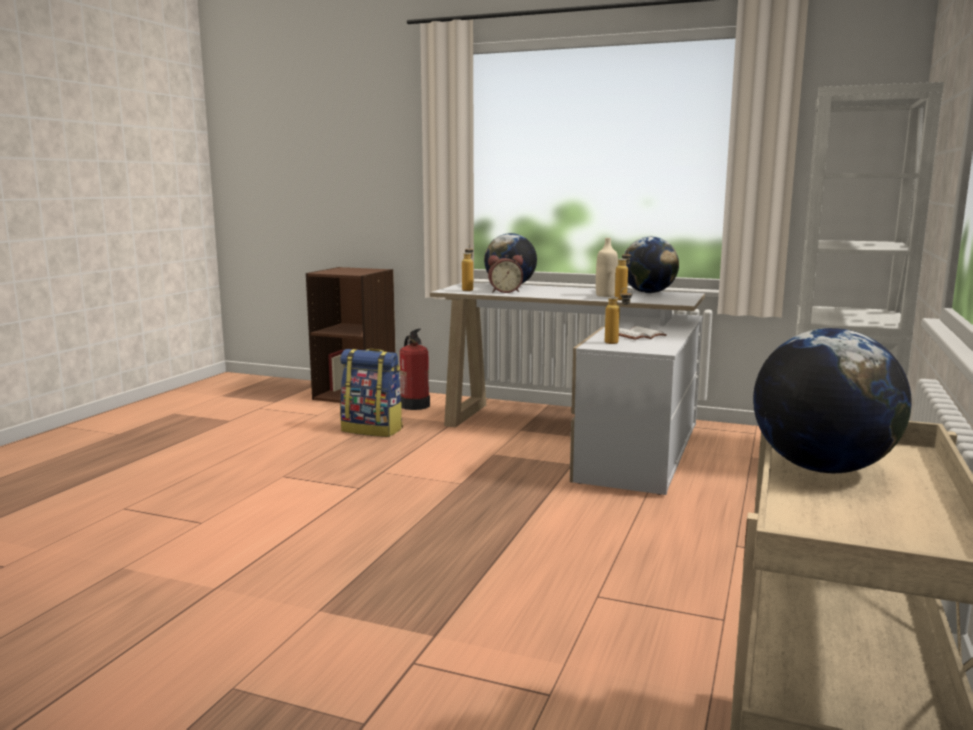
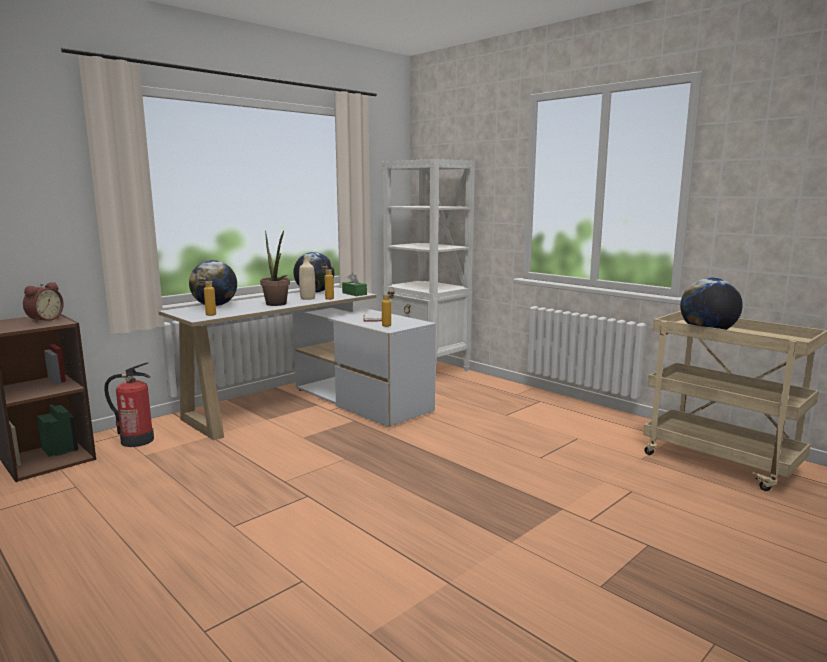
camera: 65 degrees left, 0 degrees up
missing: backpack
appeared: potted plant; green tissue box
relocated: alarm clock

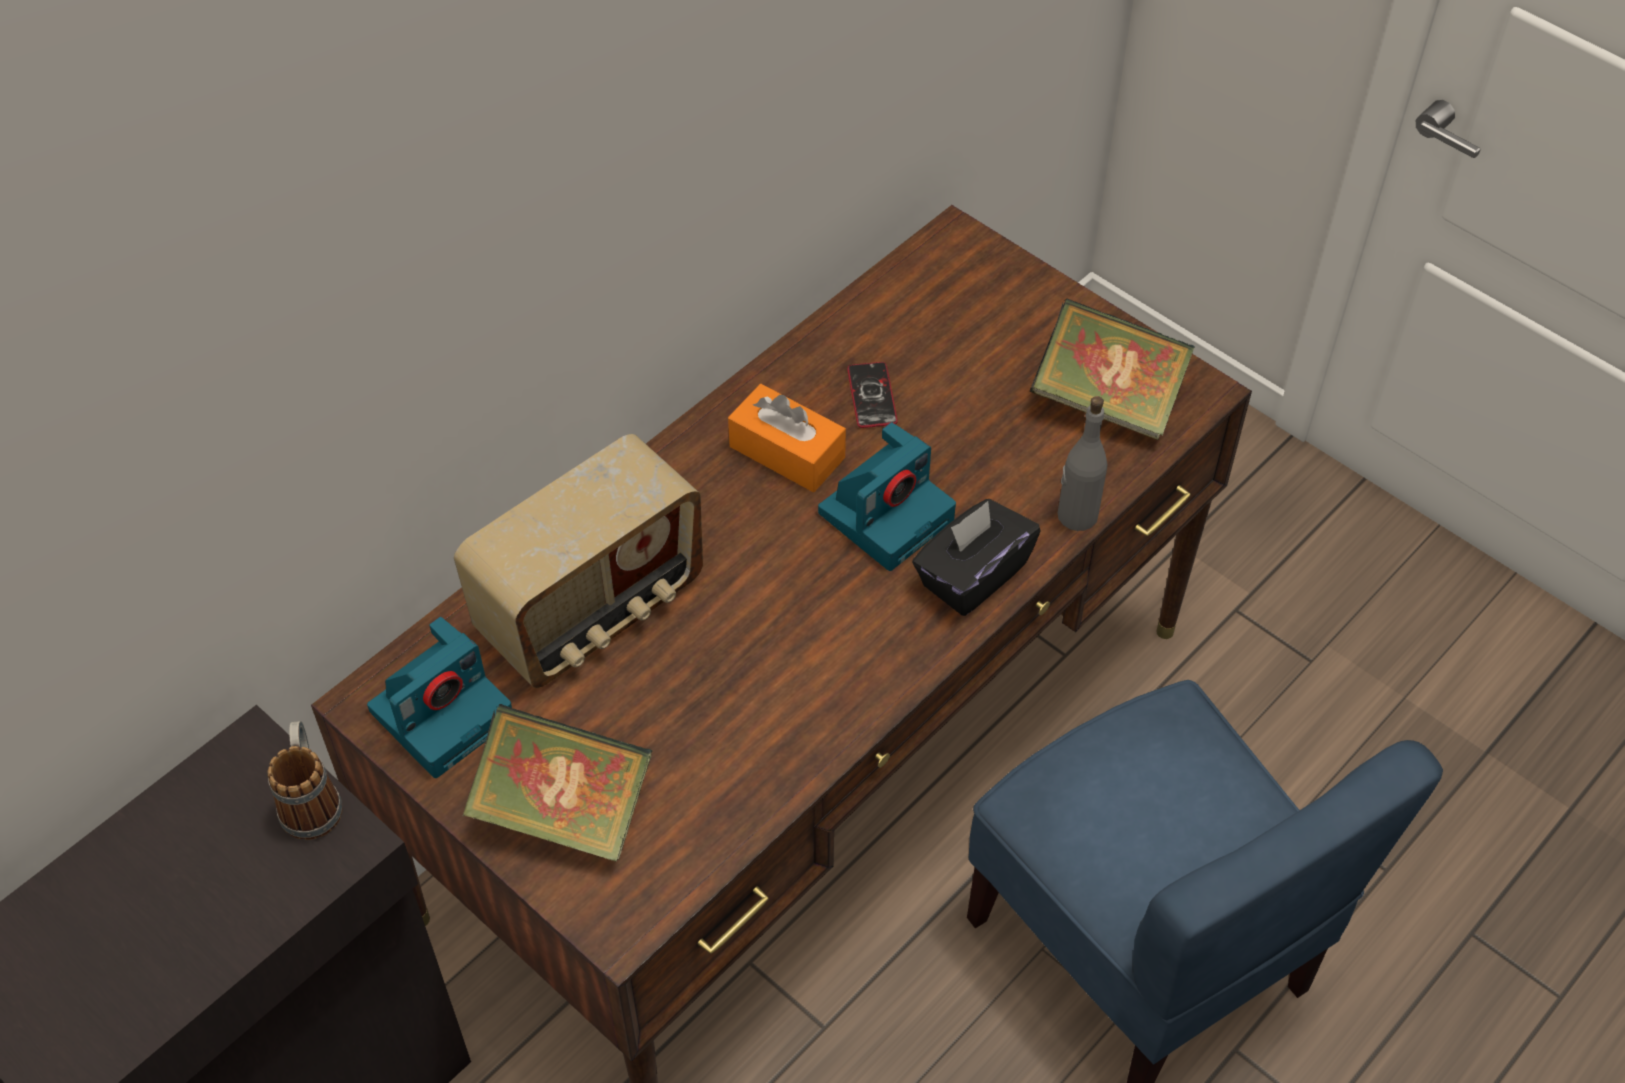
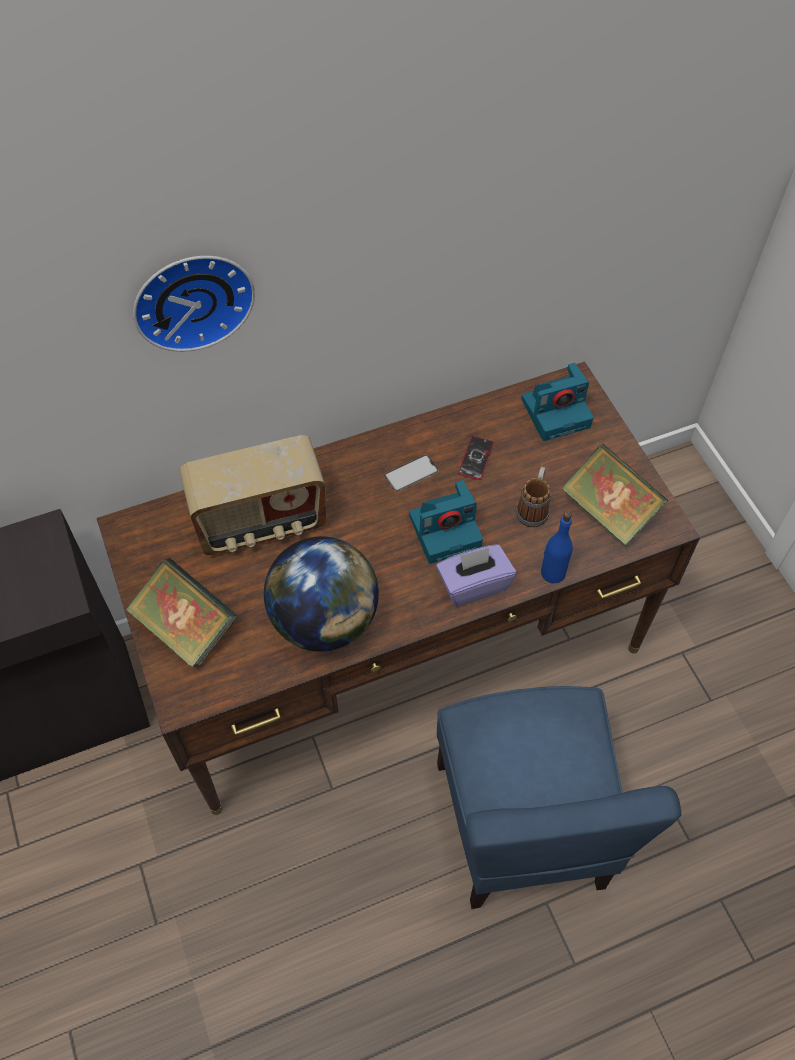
camera: 25 degrees right, 5 degrees up
appeared: wall clock; globe
relocated: mug; photo camera (no. 1 from left in the first image) to photo camera (no. 2 from left)
exchanged: orange tissue box to phone (no. 1 from left)
colour: black tissue box to purple tissue box; grey bottle to blue bottle

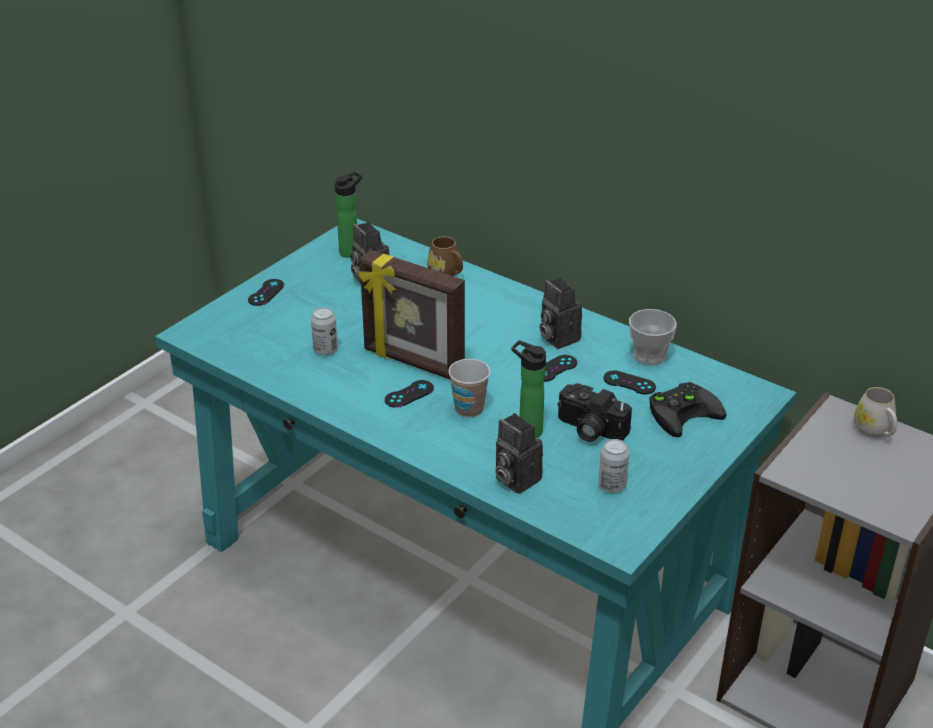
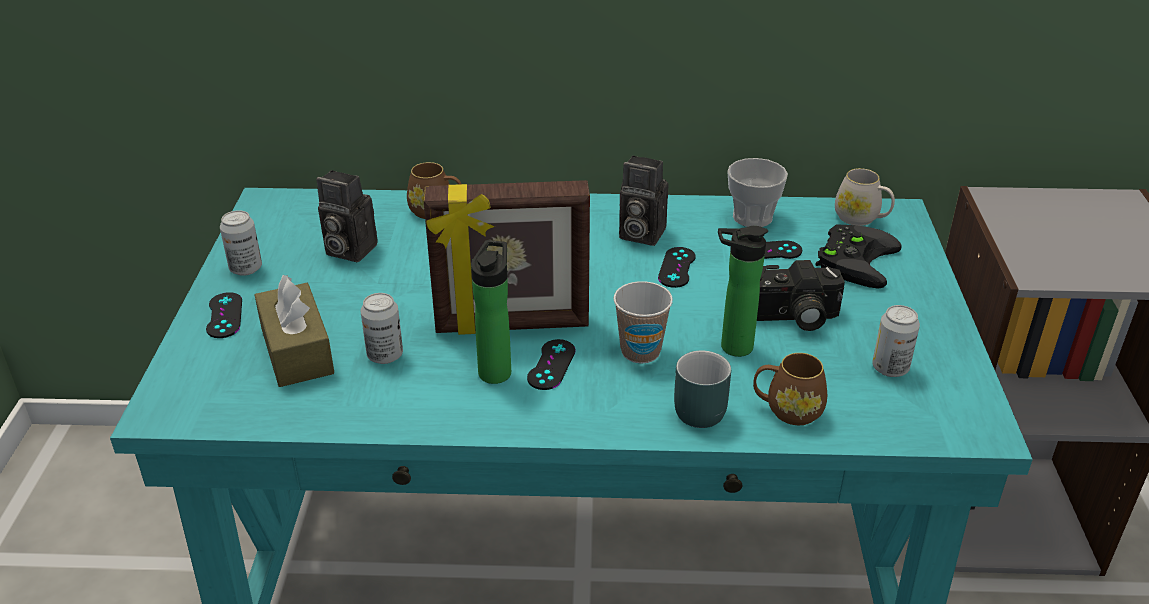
camera: 35 degrees left, 0 degrees up
appeared: can (no. 1 from left); brown tissue box; turquoise mug
relocated: bottle (no. 1 from left); white mug
exchanged: photo camera (no. 2 from left) to brown mug (no. 2 from left)

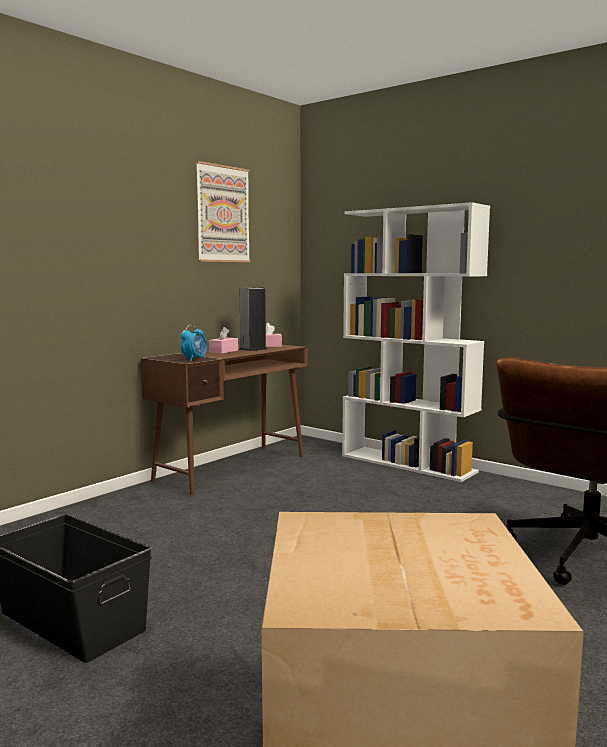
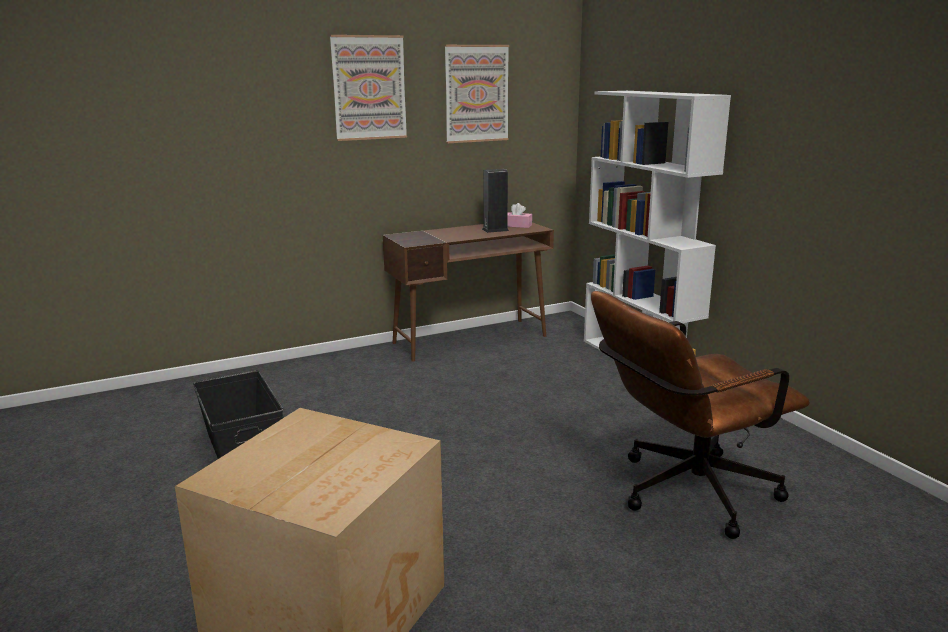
camera: 25 degrees right, 10 degrees up
missing: alarm clock; pink tissue box (no. 1 from left)
appeared: picture (no. 1 from left)

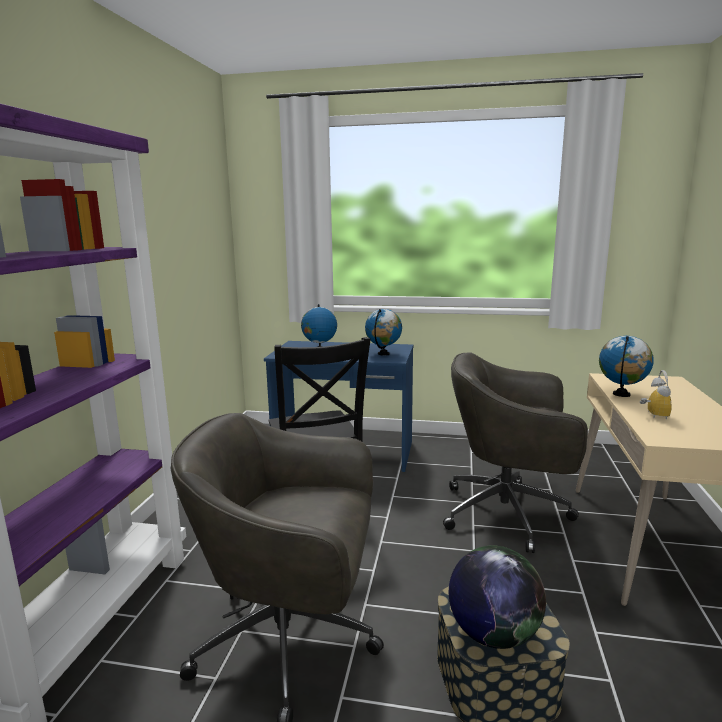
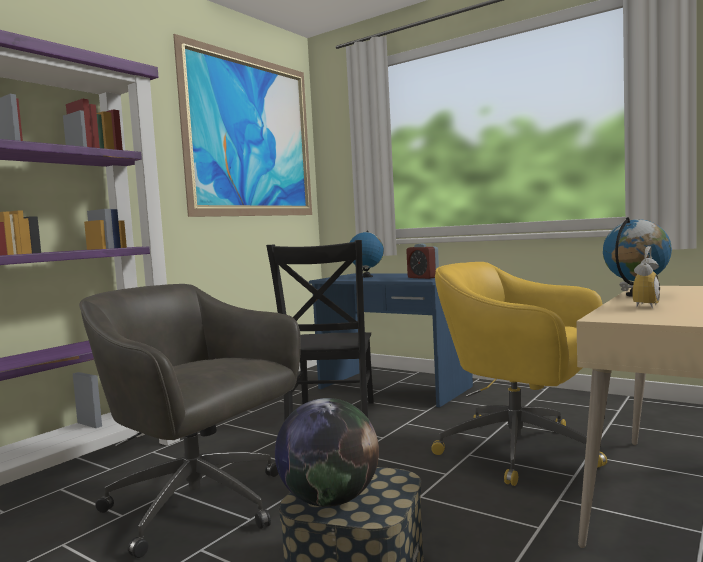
camera: 25 degrees right, 10 degrees down
appeared: picture
exchanged: globe (no. 2 from left) to alarm clock (no. 1 from left)
colour: grey office chair (no. 2 from left) to yellow office chair

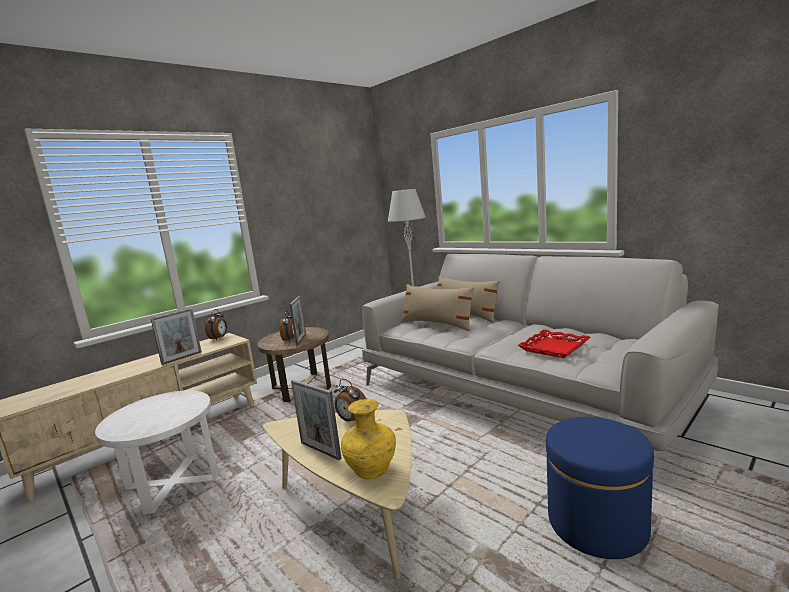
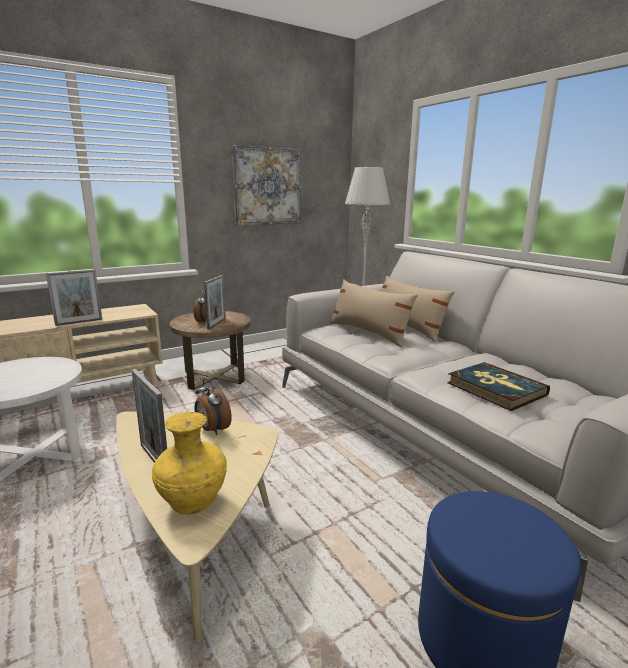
camera: 10 degrees right, 5 degrees up
missing: alarm clock (no. 1 from left)
appeared: picture
exchanged: red tray to book

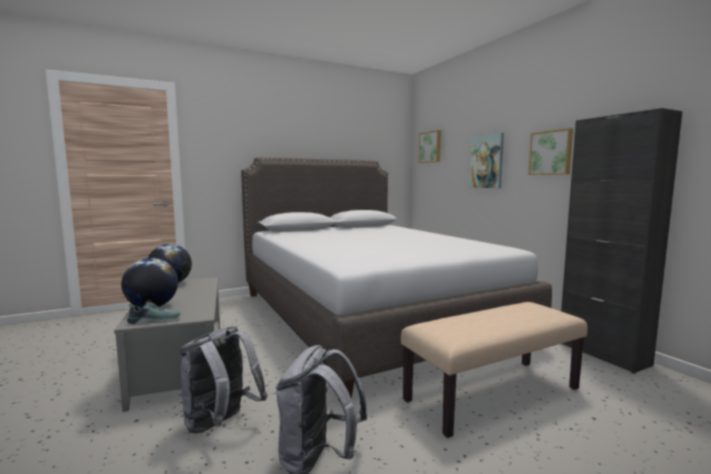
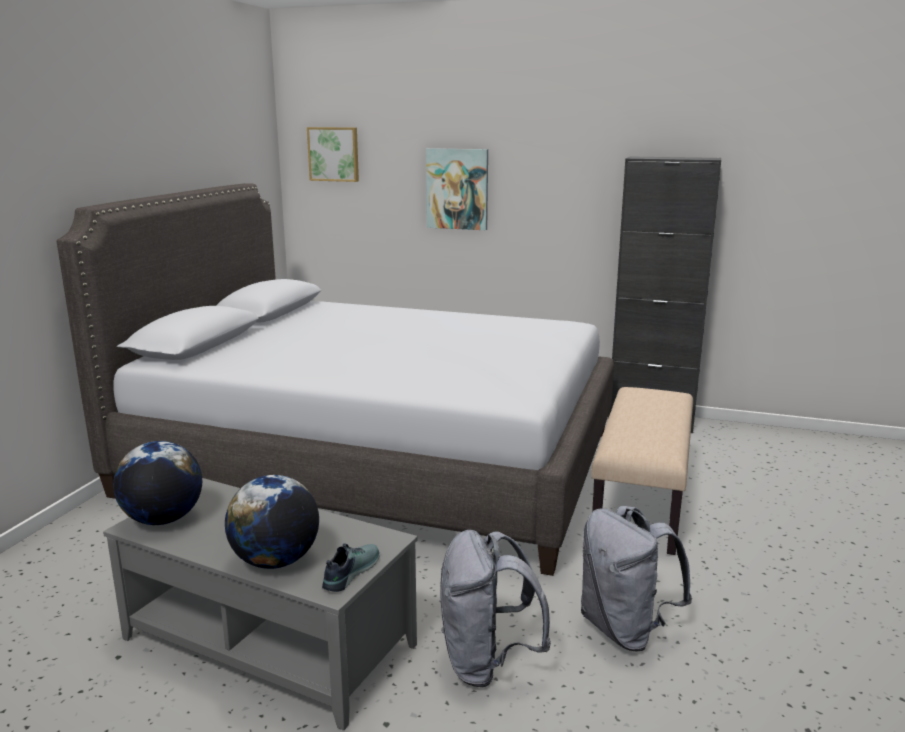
camera: 45 degrees left, 10 degrees up
missing: picture (no. 3 from left)

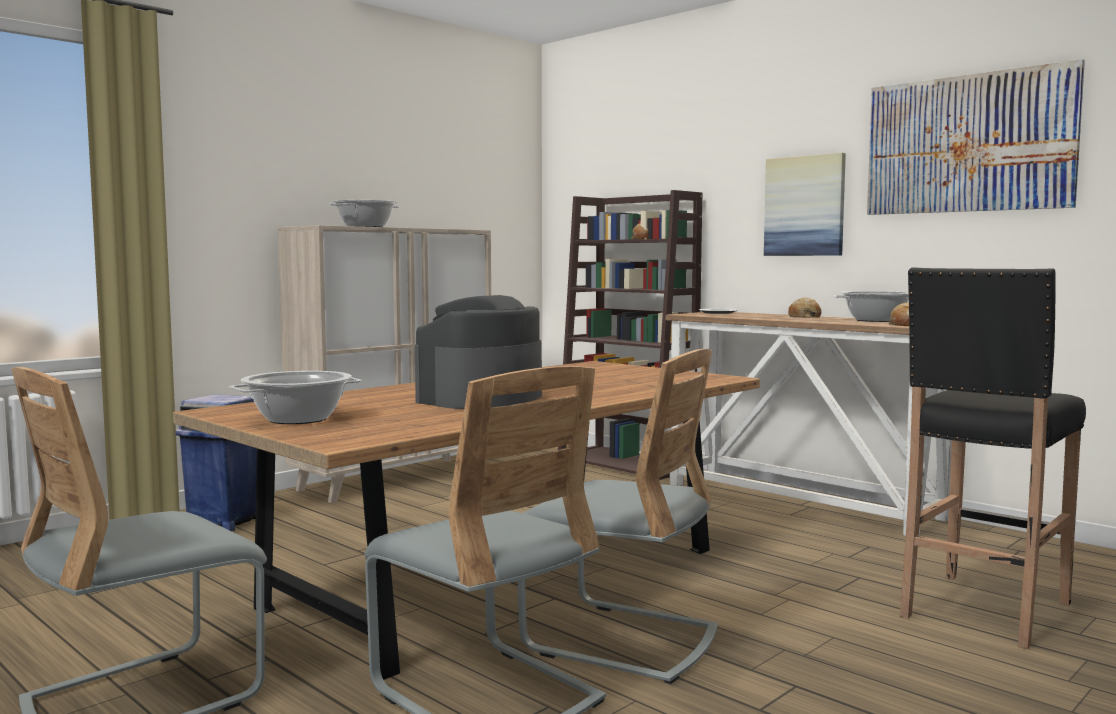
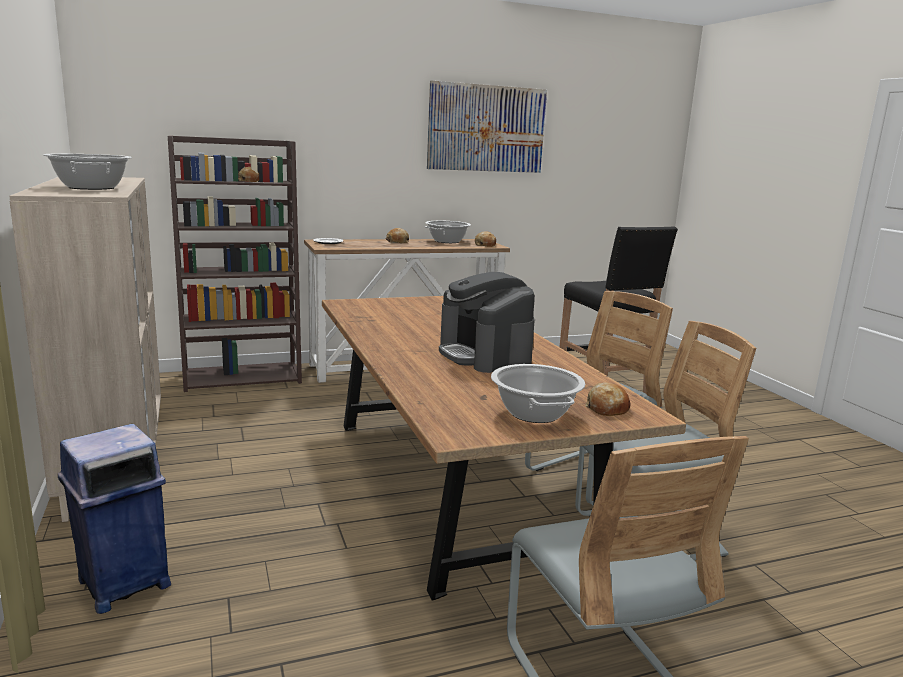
camera: 65 degrees left, 10 degrees up
missing: picture (no. 1 from left)
appeared: bread (no. 4 from left)

